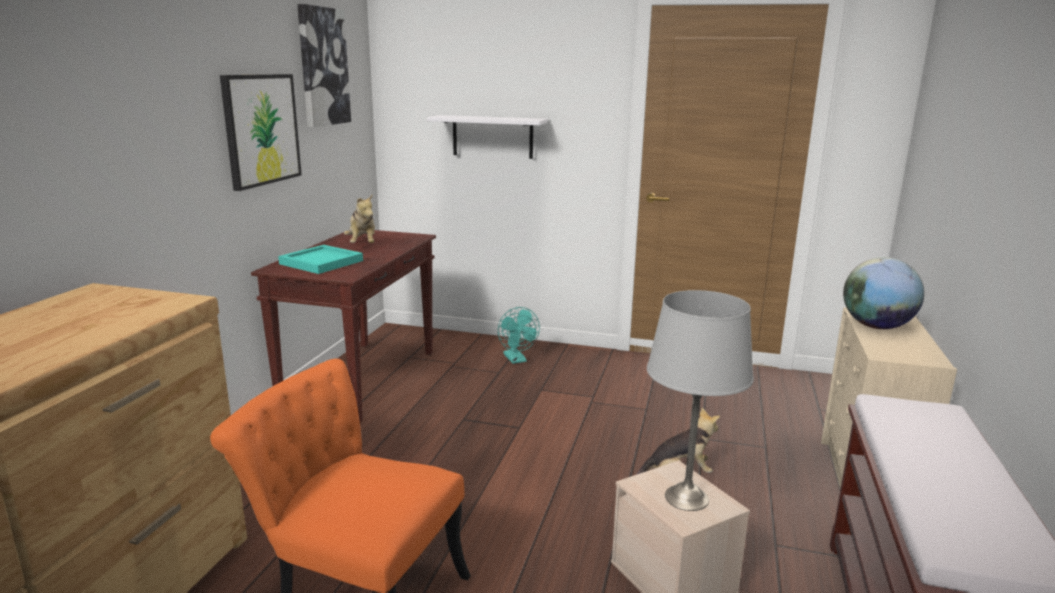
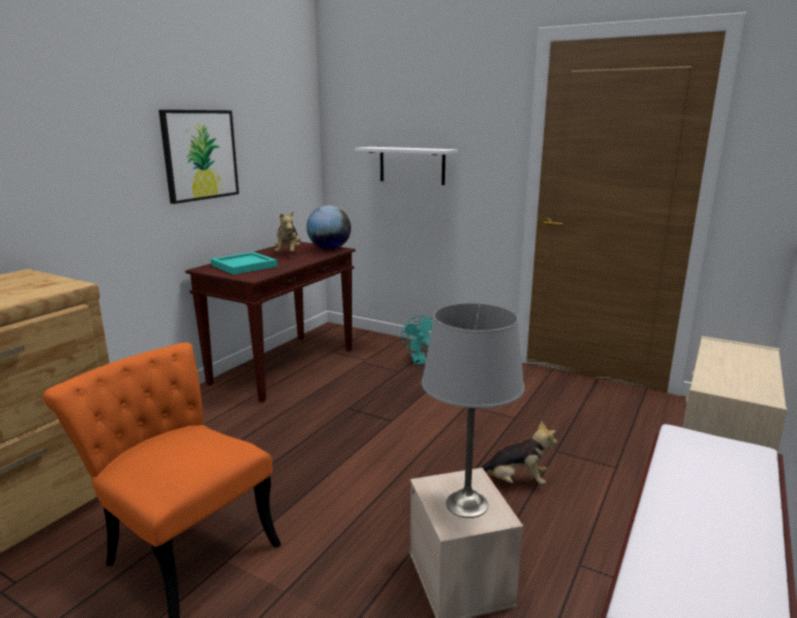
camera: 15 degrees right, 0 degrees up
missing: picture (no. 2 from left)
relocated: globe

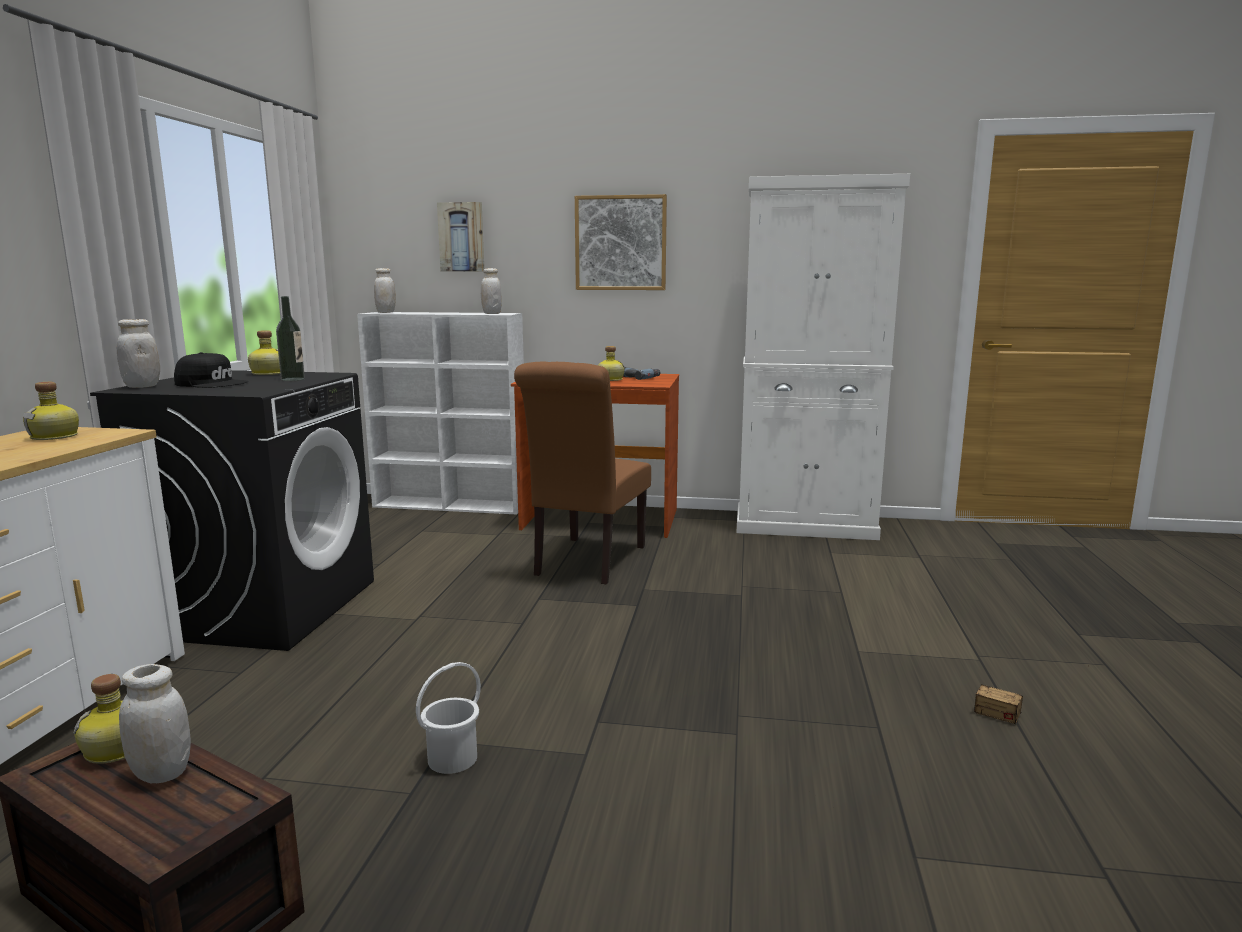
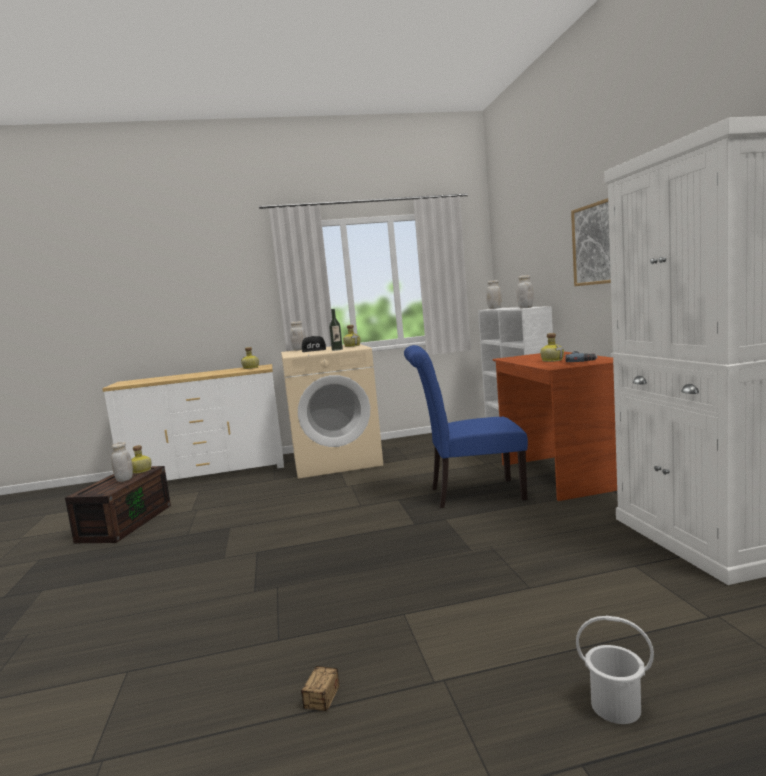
camera: 70 degrees right, 5 degrees down
missing: picture (no. 1 from left)
relocated: white bucket
colour: black washing machine to beige washing machine; brown chair to blue chair

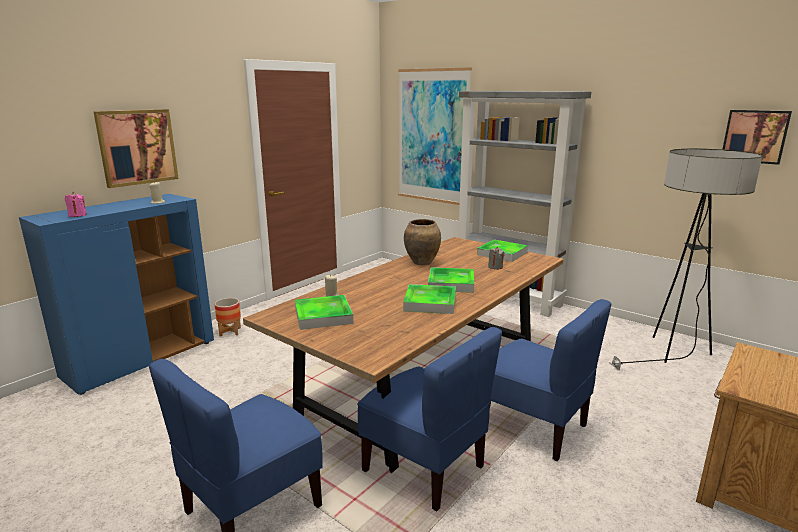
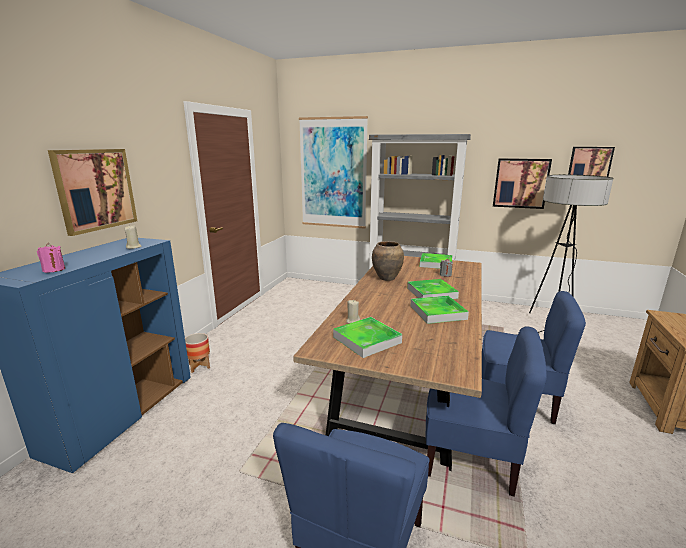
camera: 20 degrees left, 0 degrees up
appeared: picture (no. 3 from left)

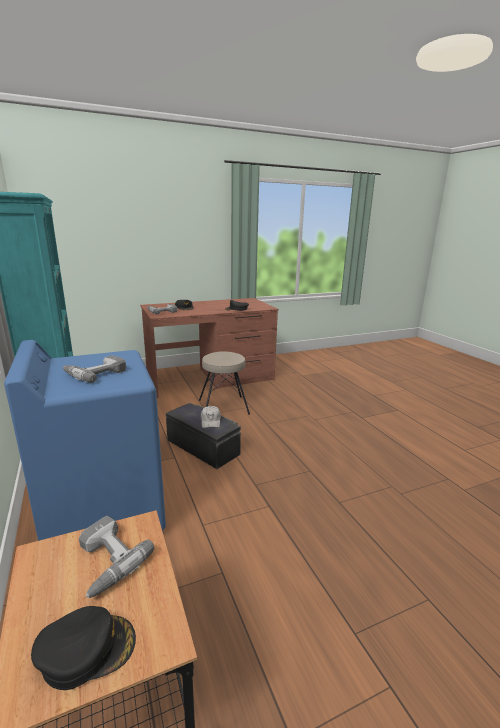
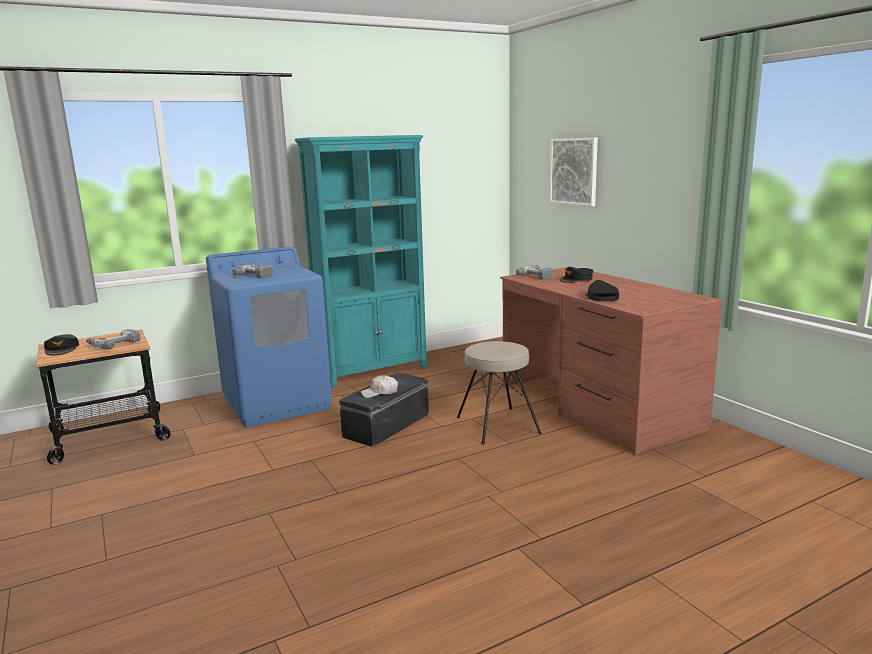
camera: 85 degrees right, 5 degrees down
appeared: picture

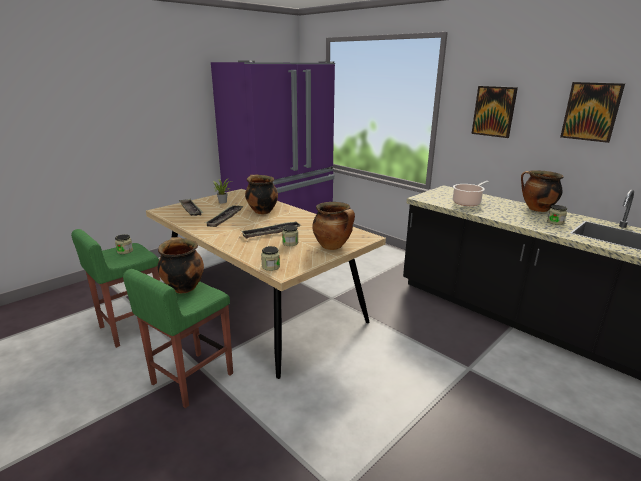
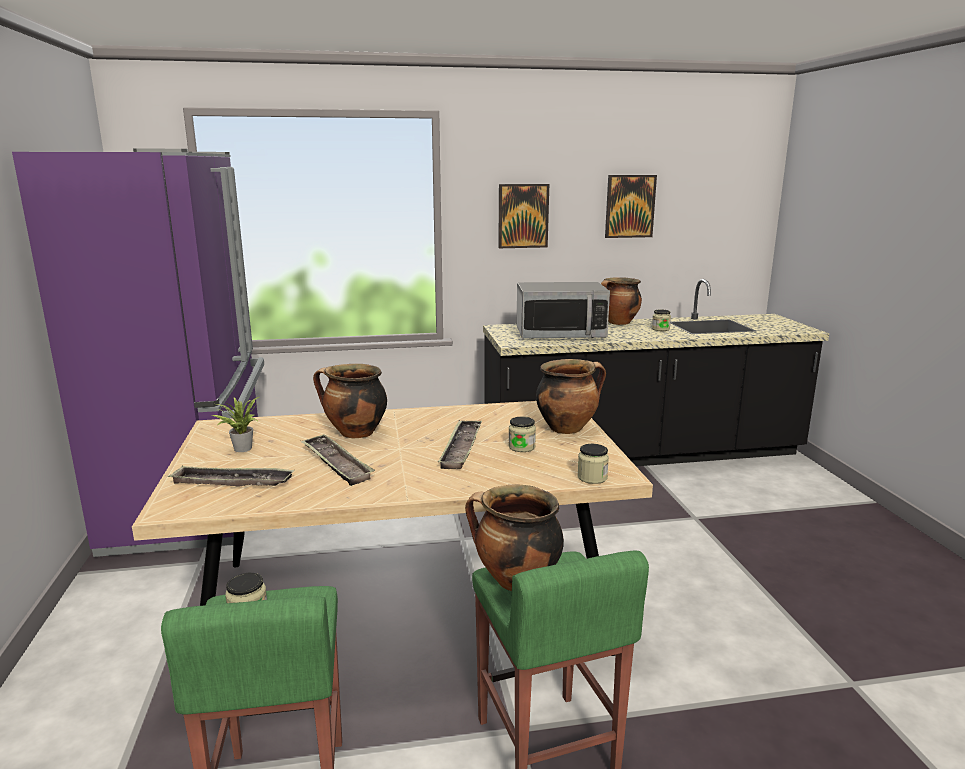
camera: 55 degrees left, 5 degrees down
exchanged: cooking pot (no. 4 from left) to microwave

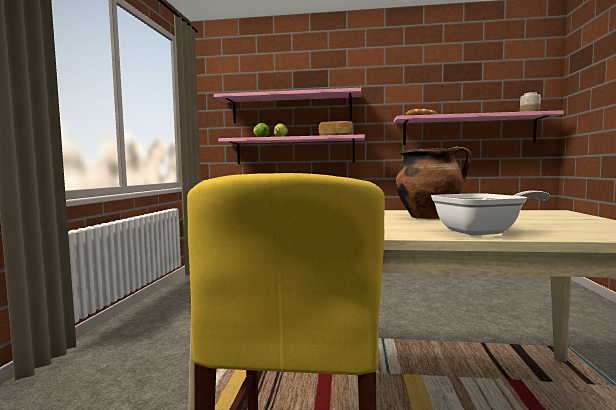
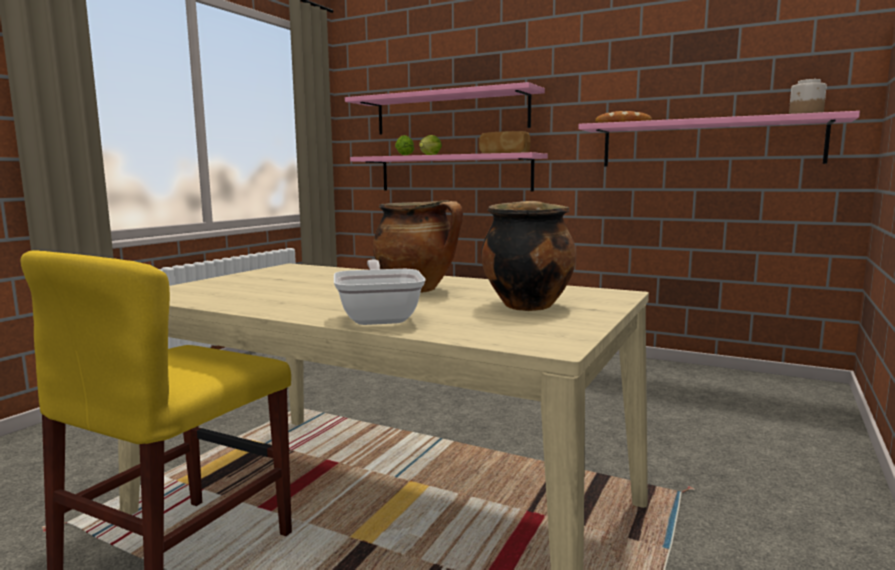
camera: 20 degrees right, 5 degrees up
appeared: cooking pot (no. 2 from left)
spun: frying pan 105 degrees counterclockwise

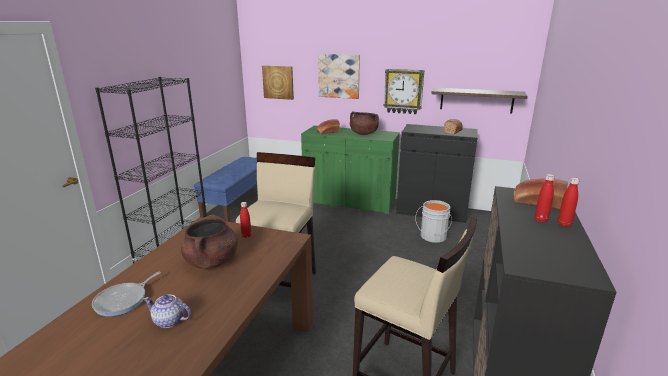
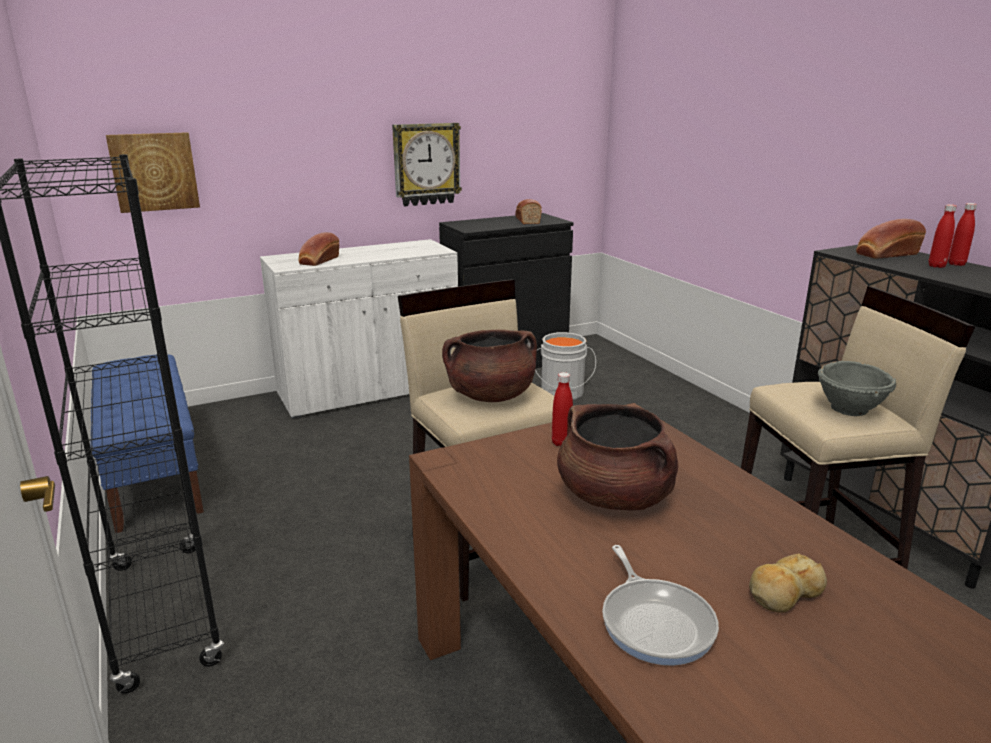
camera: 45 degrees left, 0 degrees up
missing: picture (no. 2 from left); shelf
appeared: grey bowl
relocated: brown cooking pot (no. 2 from left in the first image) to brown cooking pot (no. 1 from left)
exchanged: teapot to bread (no. 3 from left)
colour: green cabinet to white cabinet

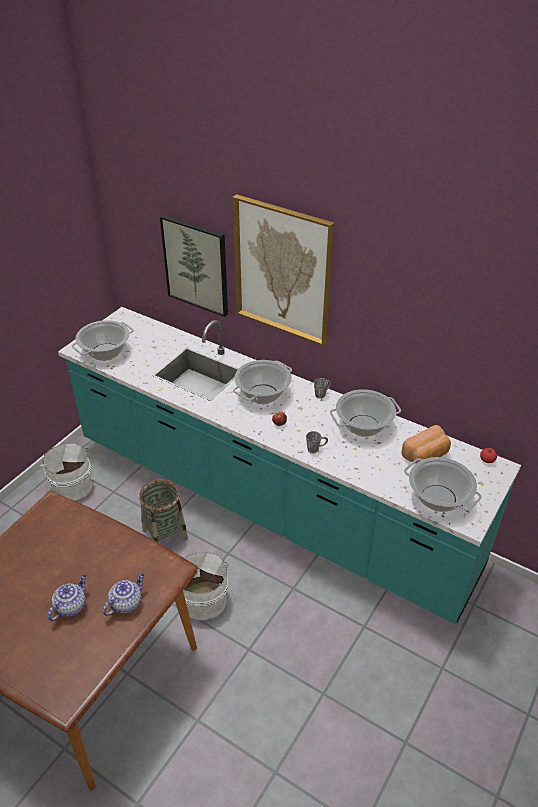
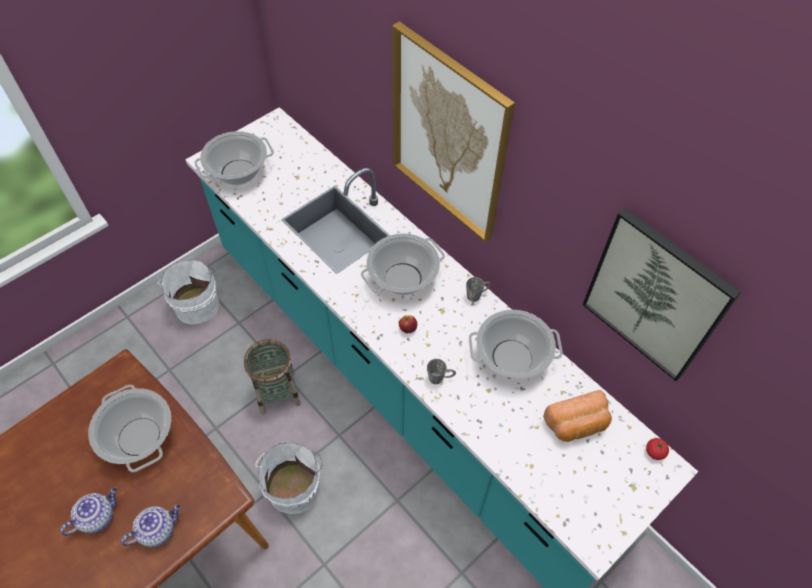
camera: 15 degrees right, 15 degrees up
relocated: cooking pot (no. 4 from left in the first image) to cooking pot (no. 1 from left); picture (no. 1 from left in the first image) to picture (no. 2 from left)

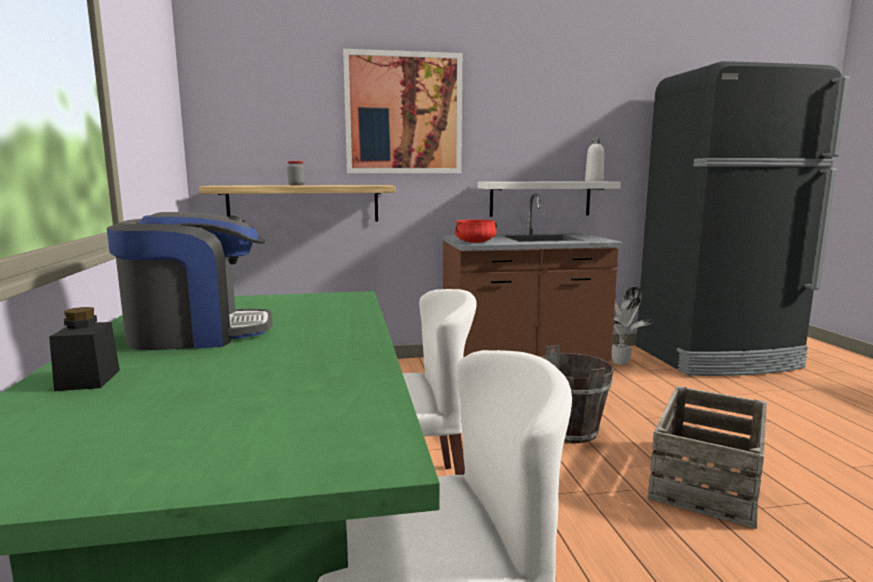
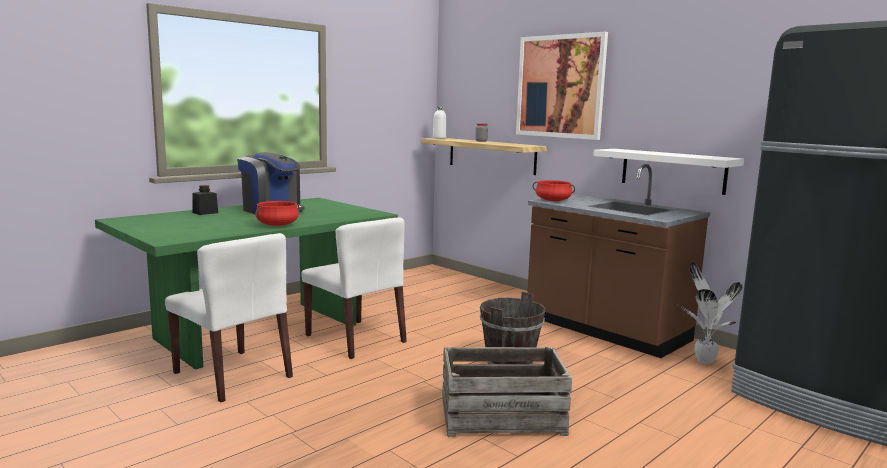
camera: 55 degrees right, 0 degrees up
appeared: red cooking pot (no. 1 from left)
relocated: white bottle

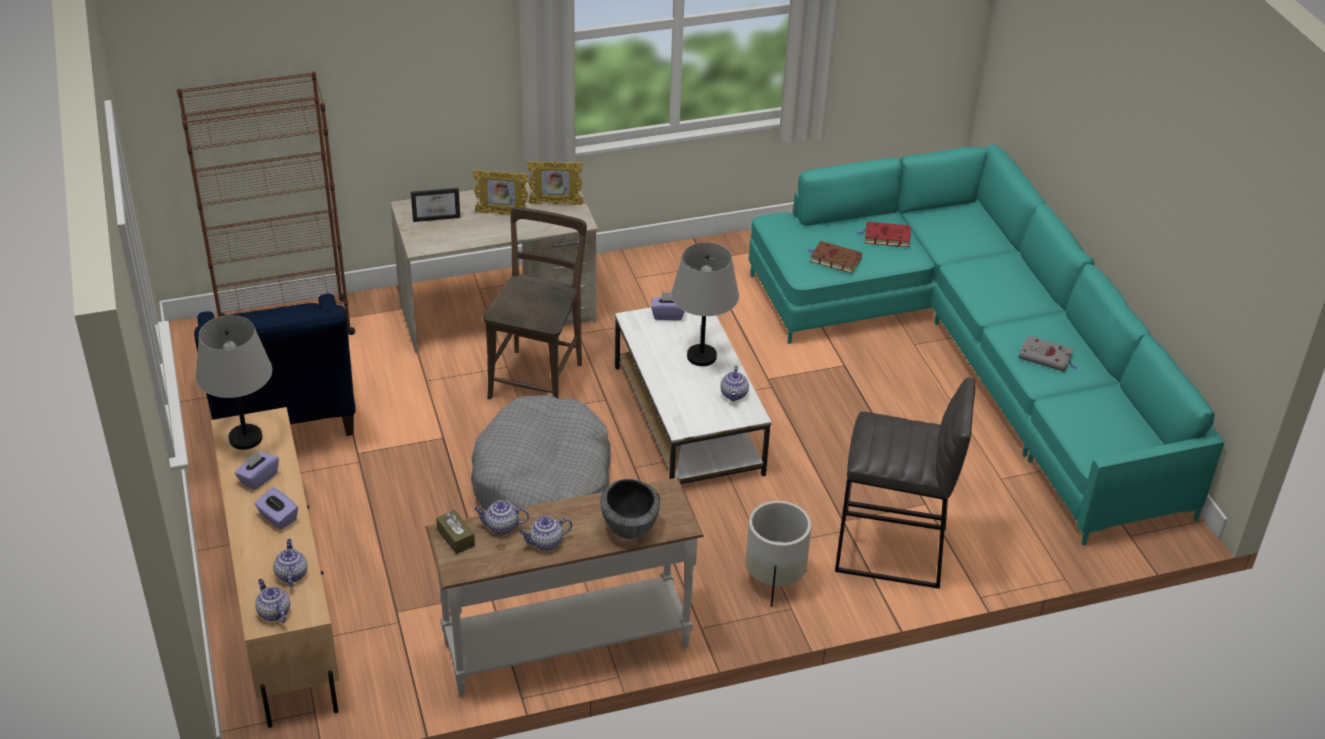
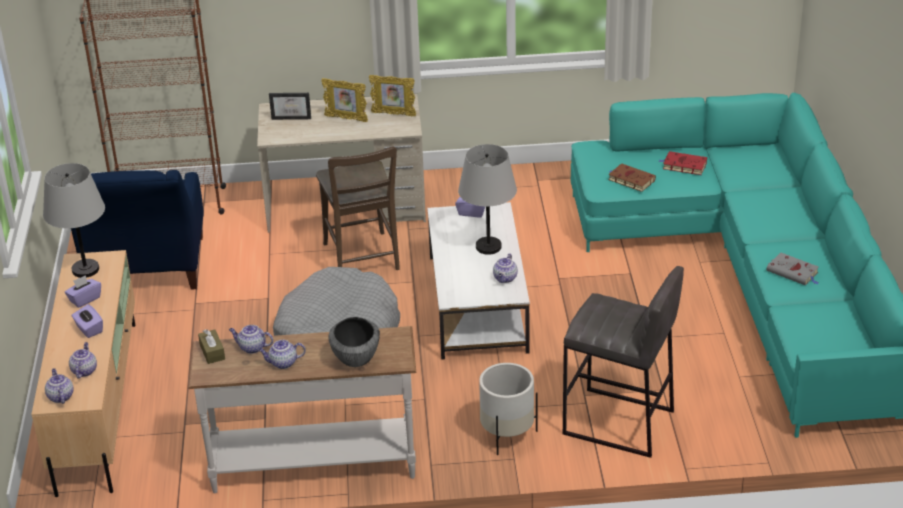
camera: 15 degrees right, 5 degrees down
spun: brown chair 135 degrees clockwise

